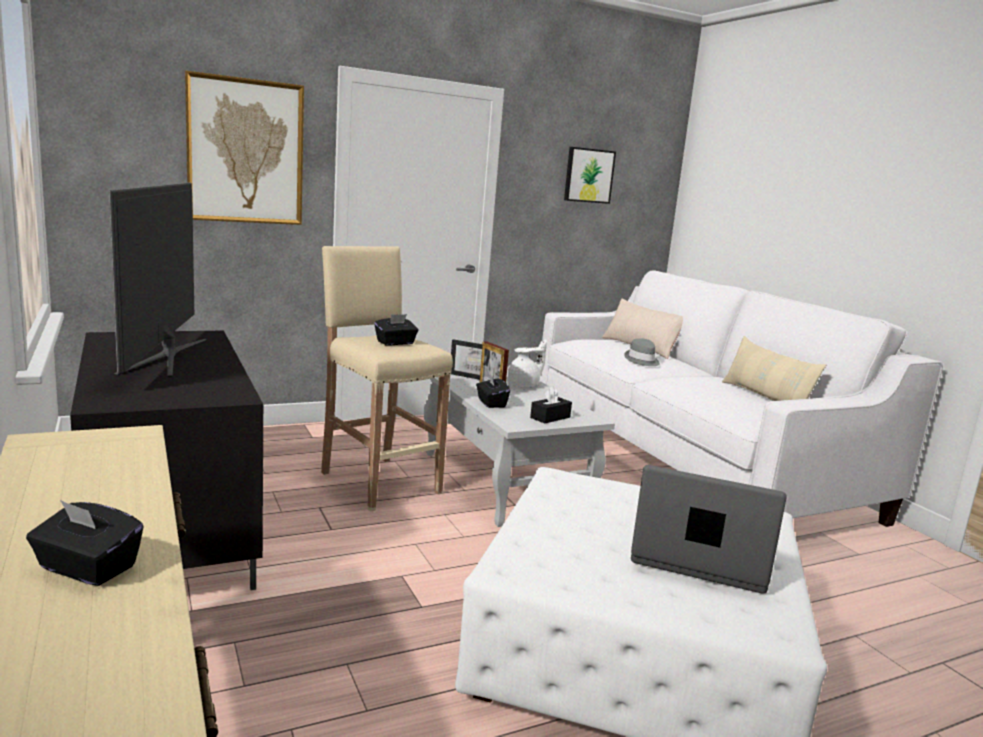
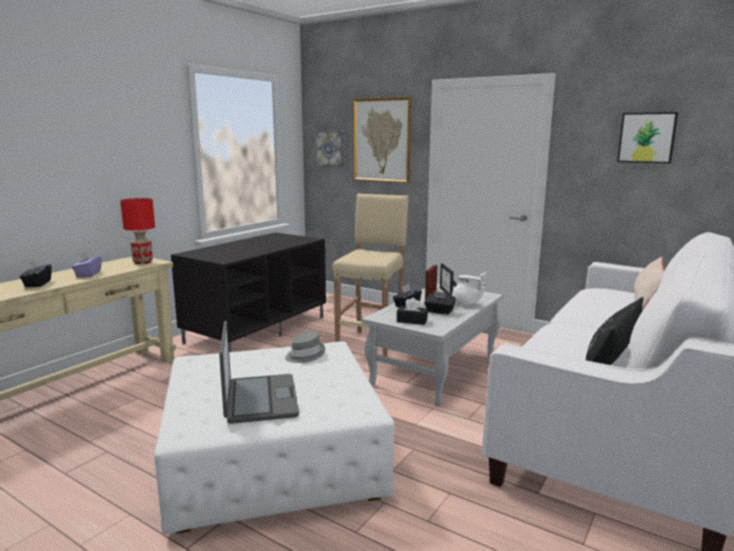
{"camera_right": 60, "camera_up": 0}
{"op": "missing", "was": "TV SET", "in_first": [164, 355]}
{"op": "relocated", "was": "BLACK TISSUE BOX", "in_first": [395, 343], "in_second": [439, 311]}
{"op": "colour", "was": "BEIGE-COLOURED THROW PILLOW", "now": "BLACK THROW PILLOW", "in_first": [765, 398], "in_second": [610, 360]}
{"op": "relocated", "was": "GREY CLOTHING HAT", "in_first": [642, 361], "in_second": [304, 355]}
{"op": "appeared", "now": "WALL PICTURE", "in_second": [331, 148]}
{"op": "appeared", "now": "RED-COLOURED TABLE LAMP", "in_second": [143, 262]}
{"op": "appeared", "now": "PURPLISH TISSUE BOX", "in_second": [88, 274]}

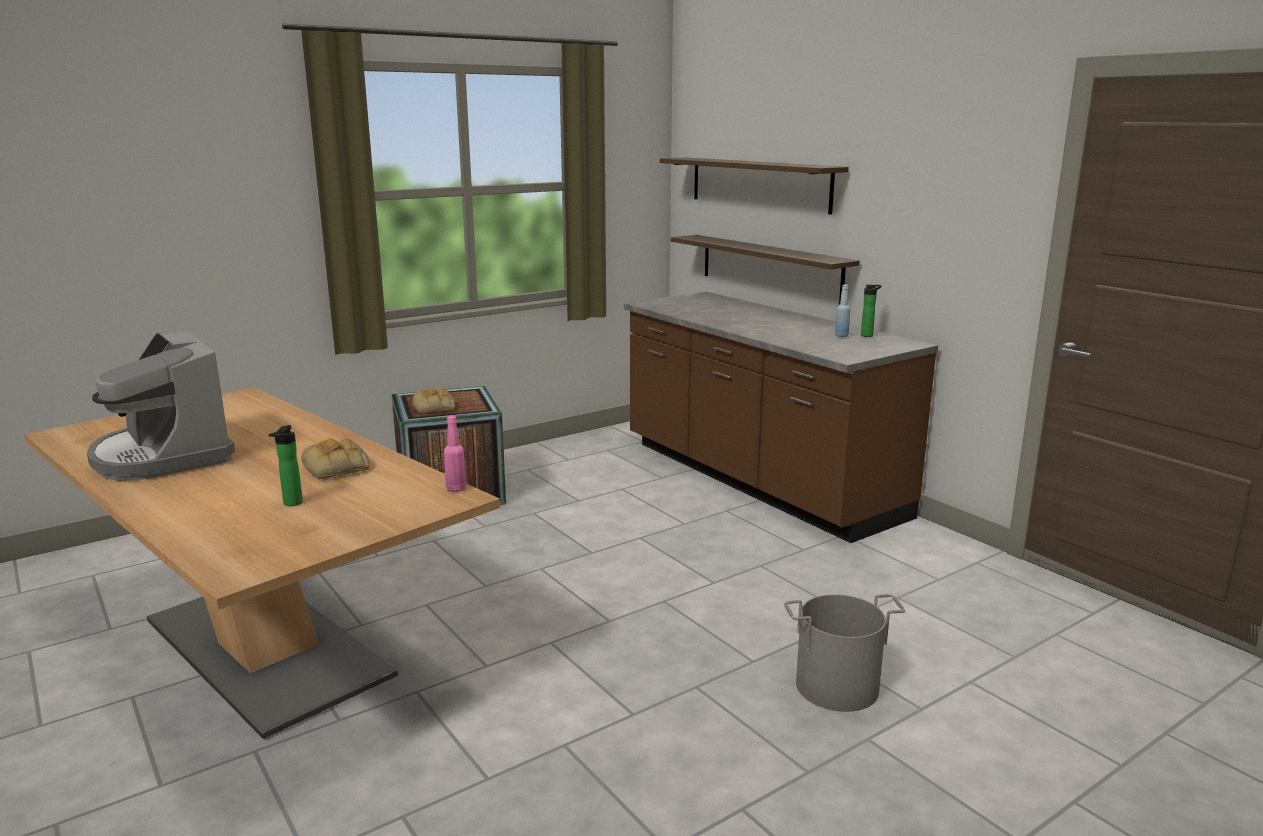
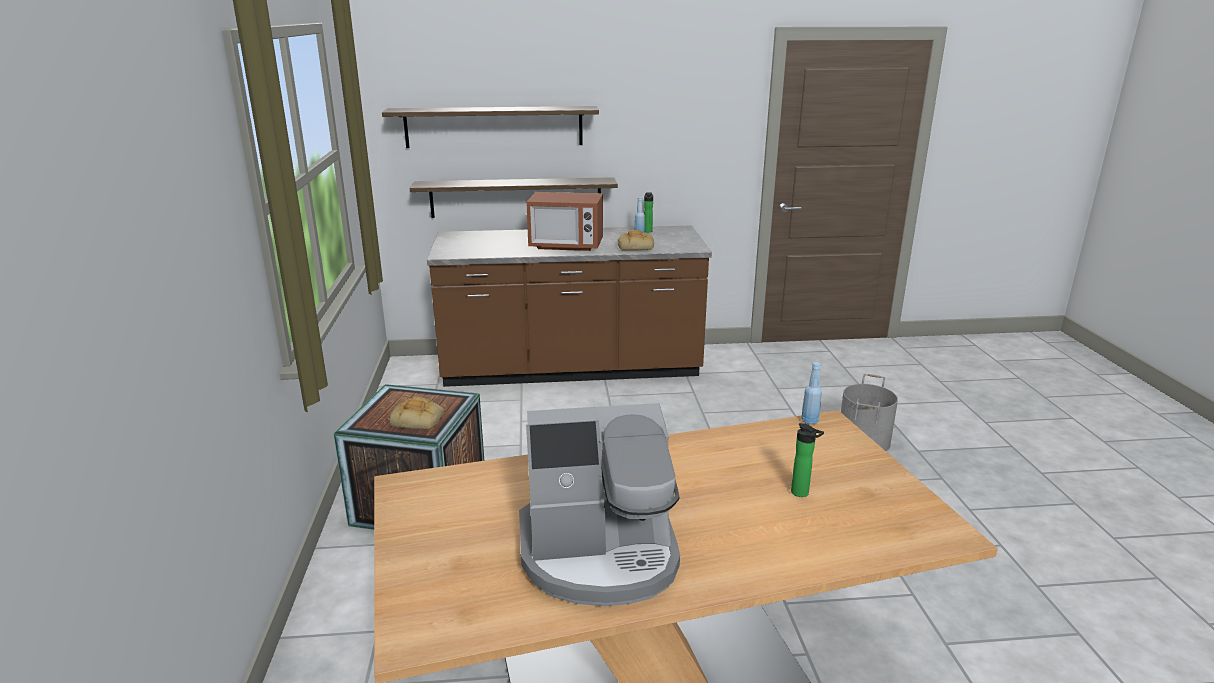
{"camera_right": -60, "camera_up": 5}
{"op": "colour", "was": "PINK-COLOURED BEVERAGE BOTTLE", "now": "BLUE BEVERAGE BOTTLE", "in_first": [456, 489], "in_second": [809, 421]}
{"op": "relocated", "was": "BAKED BREAD", "in_first": [337, 468], "in_second": [636, 246]}
{"op": "appeared", "now": "MICROWAVE", "in_second": [566, 246]}

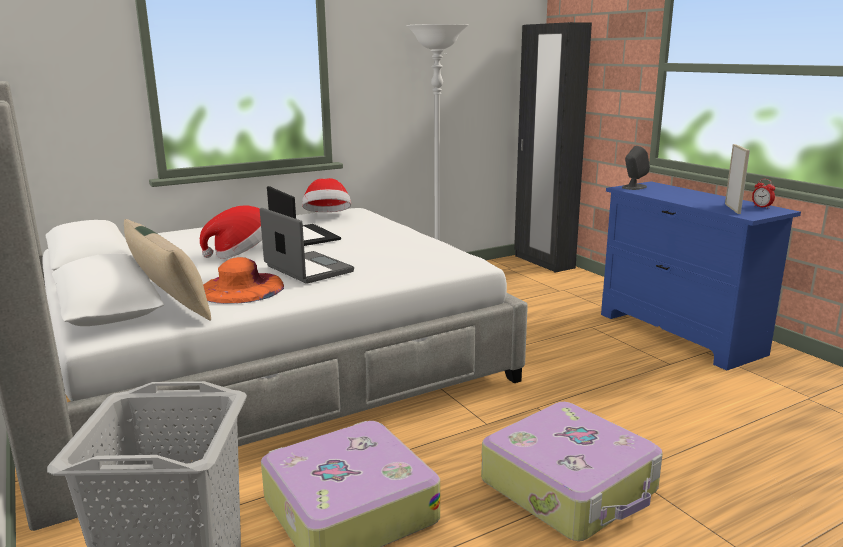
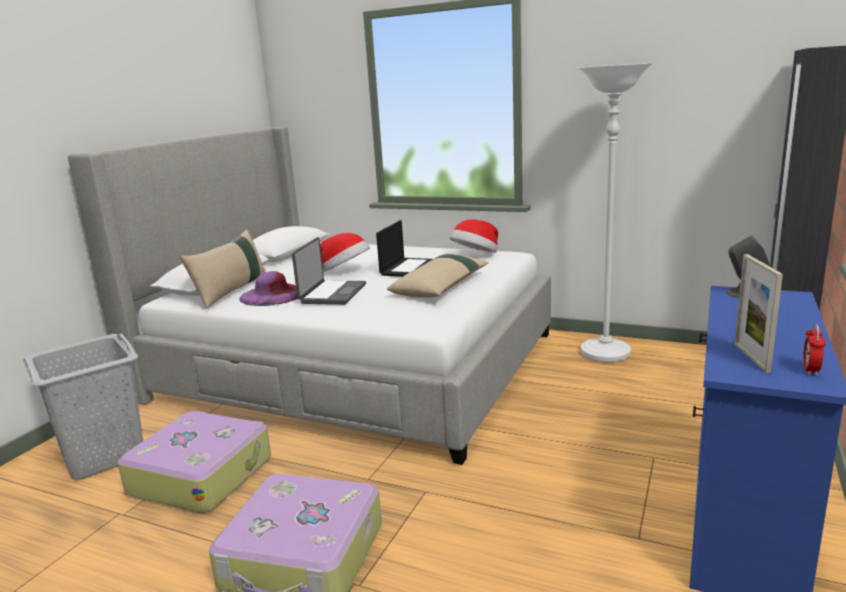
{"camera_right": 55, "camera_up": 0}
{"op": "spun", "was": "PHOTO FRAME", "in_first": [732, 208], "in_second": [751, 357], "clockwise": 120}
{"op": "colour", "was": "ORANGE CLOTHING HAT", "now": "PURPLISH CLOTHING HAT", "in_first": [241, 288], "in_second": [273, 295]}
{"op": "appeared", "now": "BEIGE-COLOURED THROW PILLOW", "in_second": [441, 286]}

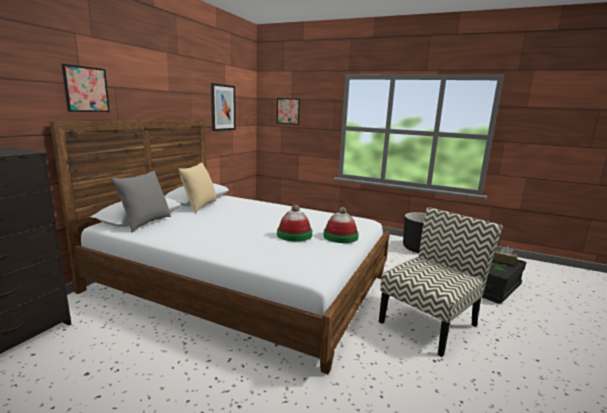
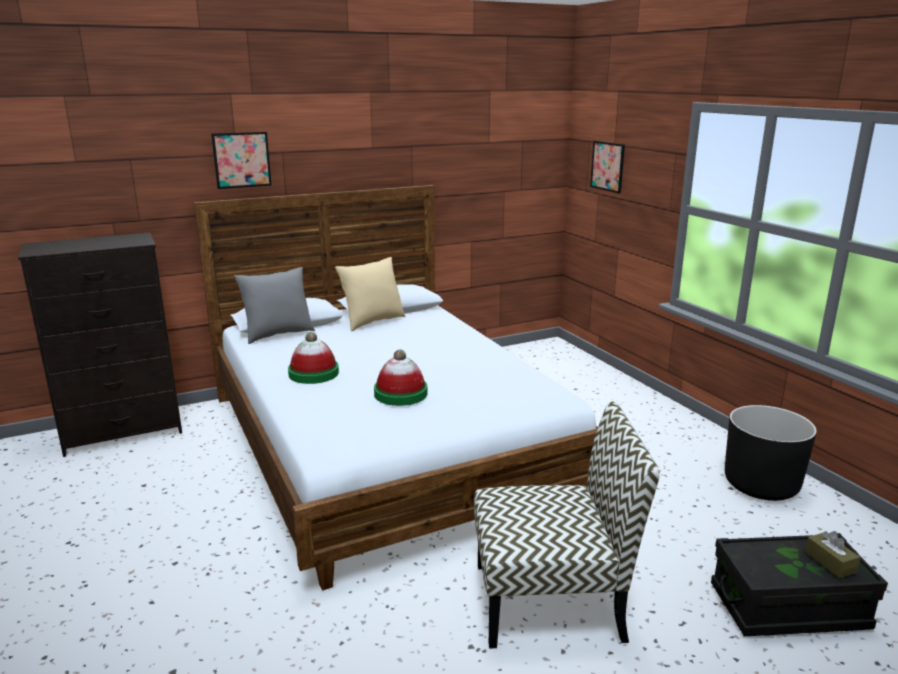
{"camera_right": 40, "camera_up": 5}
{"op": "missing", "was": "WALL PICTURE", "in_first": [223, 107]}
{"op": "relocated", "was": "CLOTHING HAT", "in_first": [340, 236], "in_second": [313, 373]}

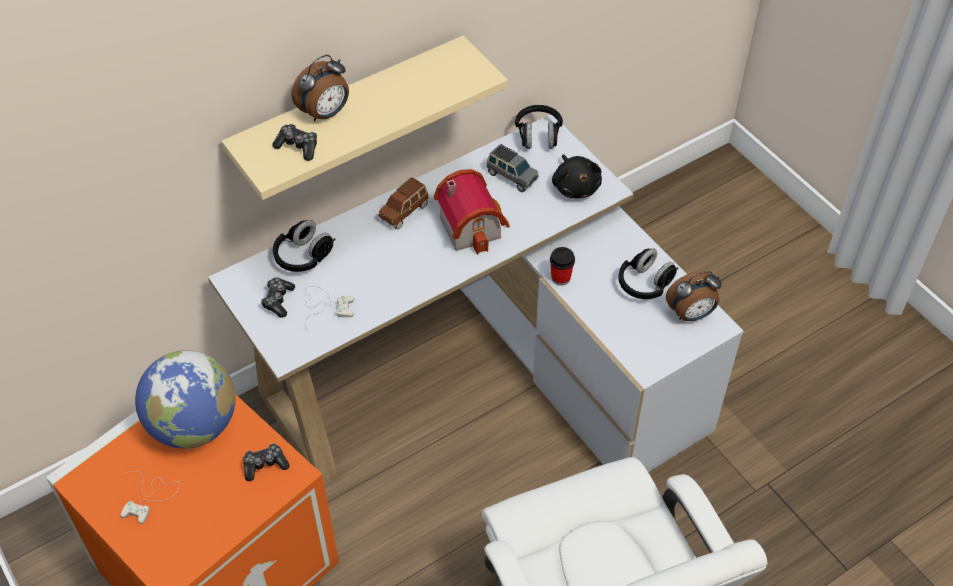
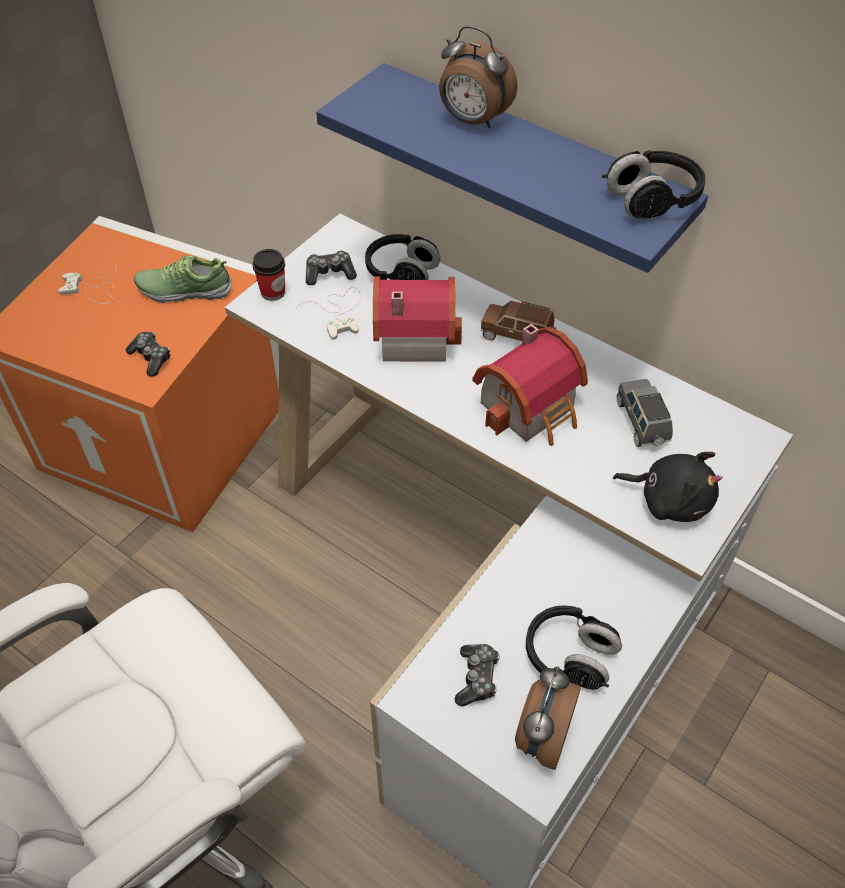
{"camera_right": 70, "camera_up": 0}
{"op": "colour", "was": "BEIGE-COLOURED SHELF", "now": "BLUE SHELF", "in_first": [349, 113], "in_second": [530, 167]}
{"op": "relocated", "was": "BLACK PAIR OF HEADPHONES", "in_first": [538, 136], "in_second": [652, 200]}
{"op": "relocated", "was": "GAMEPAD", "in_first": [298, 147], "in_second": [477, 678]}
{"op": "spun", "was": "GREY MINIATURE CAR", "in_first": [511, 176], "in_second": [642, 423], "clockwise": 150}
{"op": "spun", "was": "BLACK PLUSH TOY", "in_first": [575, 186], "in_second": [670, 499], "clockwise": -120}
{"op": "relocated", "was": "SMALL CUP", "in_first": [560, 278], "in_second": [273, 292]}
{"op": "spun", "was": "TABLE CLOCK", "in_first": [691, 314], "in_second": [541, 737], "clockwise": 60}
{"op": "exchanged", "was": "GLOBE", "now": "SHOE", "in_first": [194, 425], "in_second": [184, 290]}
{"op": "appeared", "now": "TOY HOUSE", "in_second": [412, 334]}

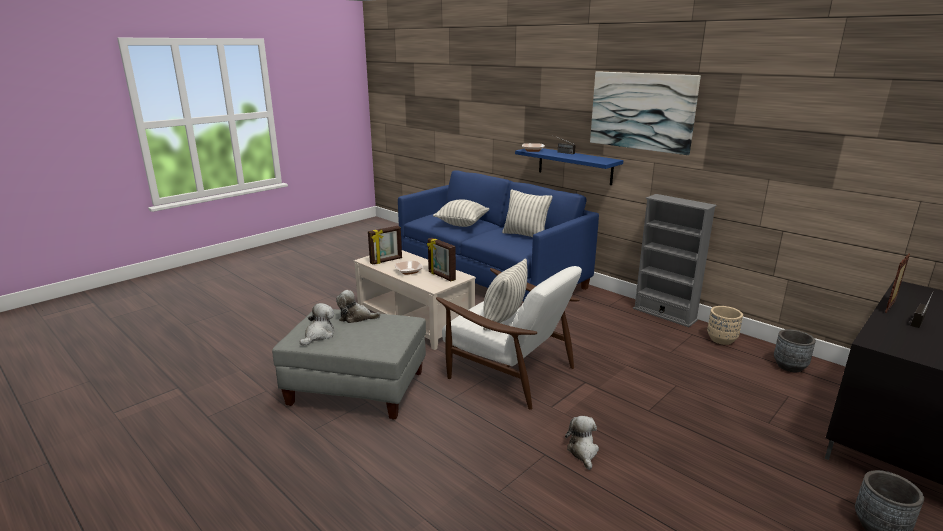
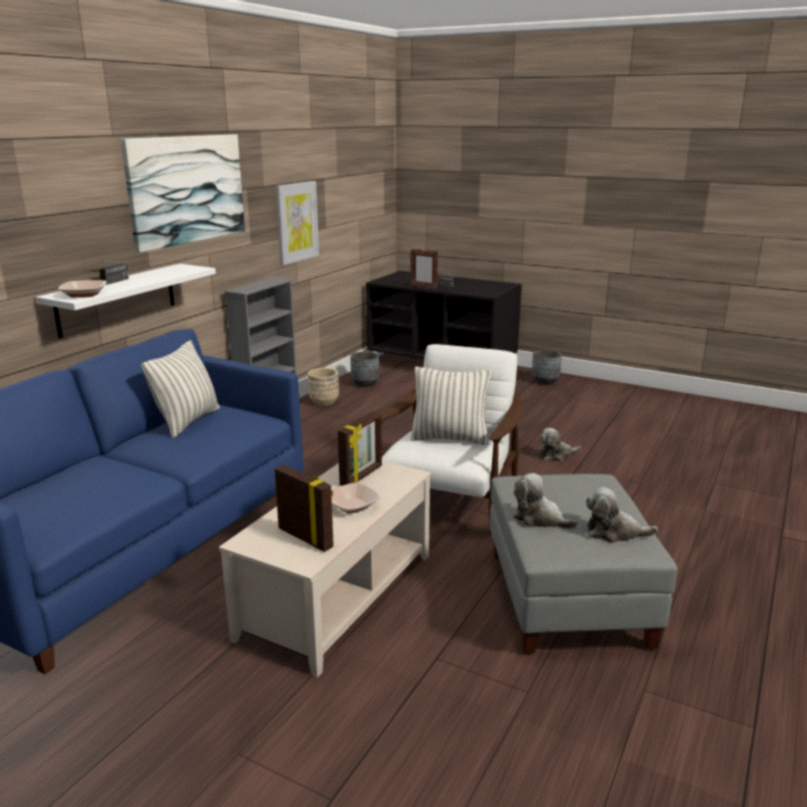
{"camera_right": -105, "camera_up": 0}
{"op": "colour", "was": "BLUE SHELF", "now": "WHITISH SHELF", "in_first": [574, 165], "in_second": [117, 299]}
{"op": "missing", "was": "THROW PILLOW", "in_first": [462, 224]}
{"op": "spun", "was": "PLUSH TOY", "in_first": [356, 317], "in_second": [539, 518], "clockwise": 135}
{"op": "appeared", "now": "WALL PICTURE", "in_second": [296, 222]}

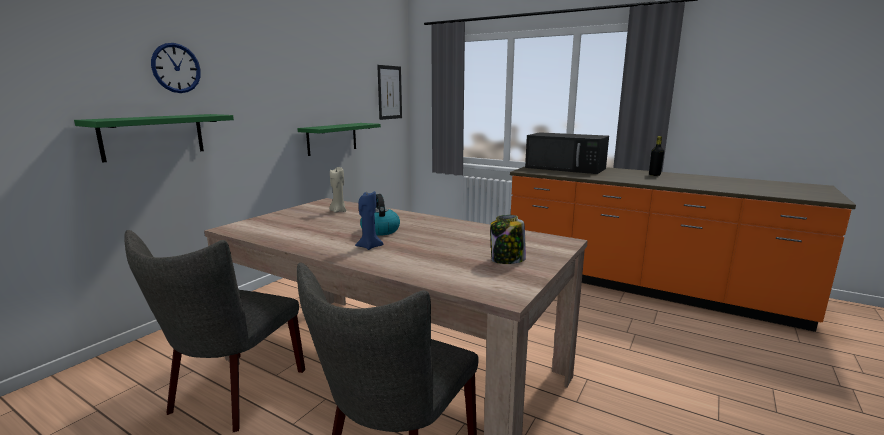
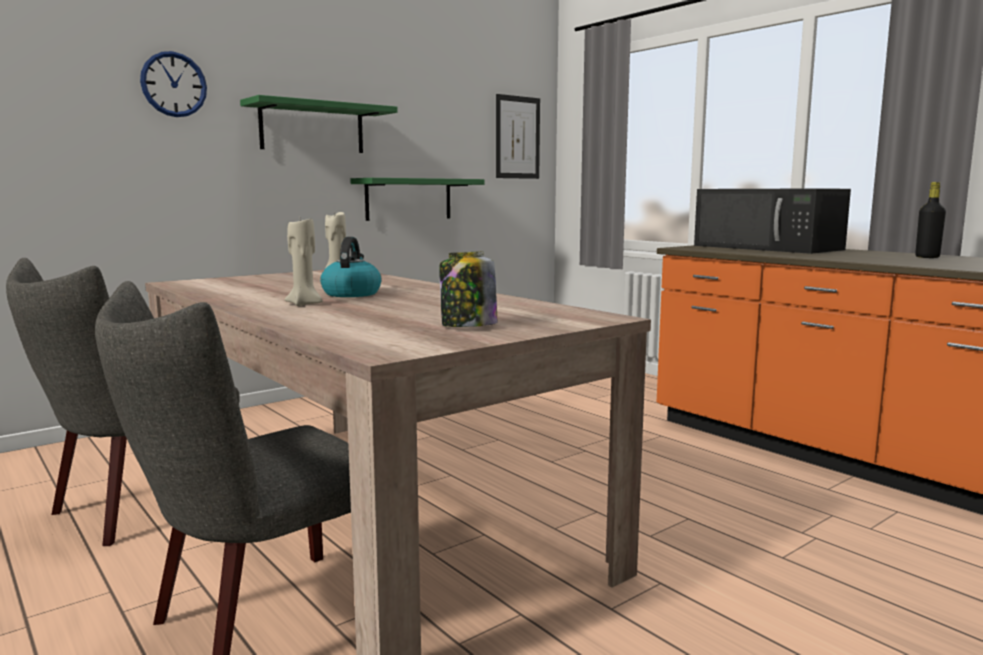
{"camera_right": 20, "camera_up": -5}
{"op": "relocated", "was": "GREEN-COLOURED SHELF", "in_first": [153, 136], "in_second": [312, 128]}
{"op": "colour", "was": "BLUE CANDLE", "now": "BEIGE-COLOURED CANDLE", "in_first": [369, 246], "in_second": [304, 304]}

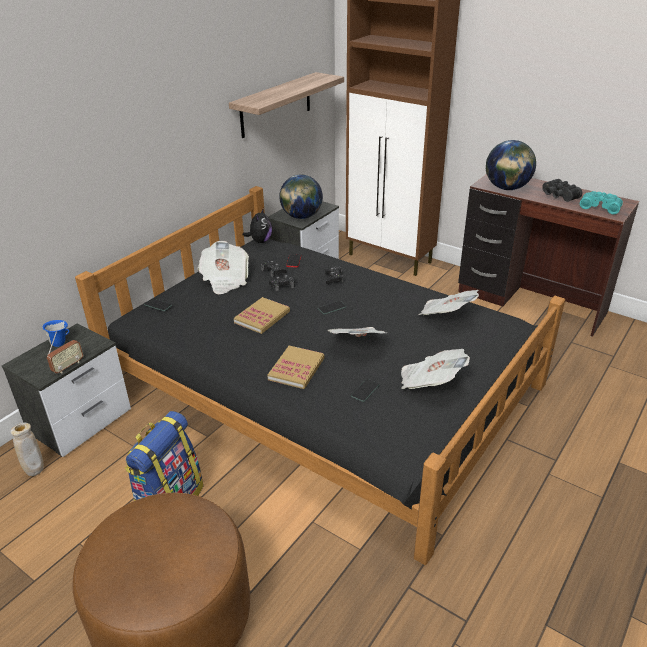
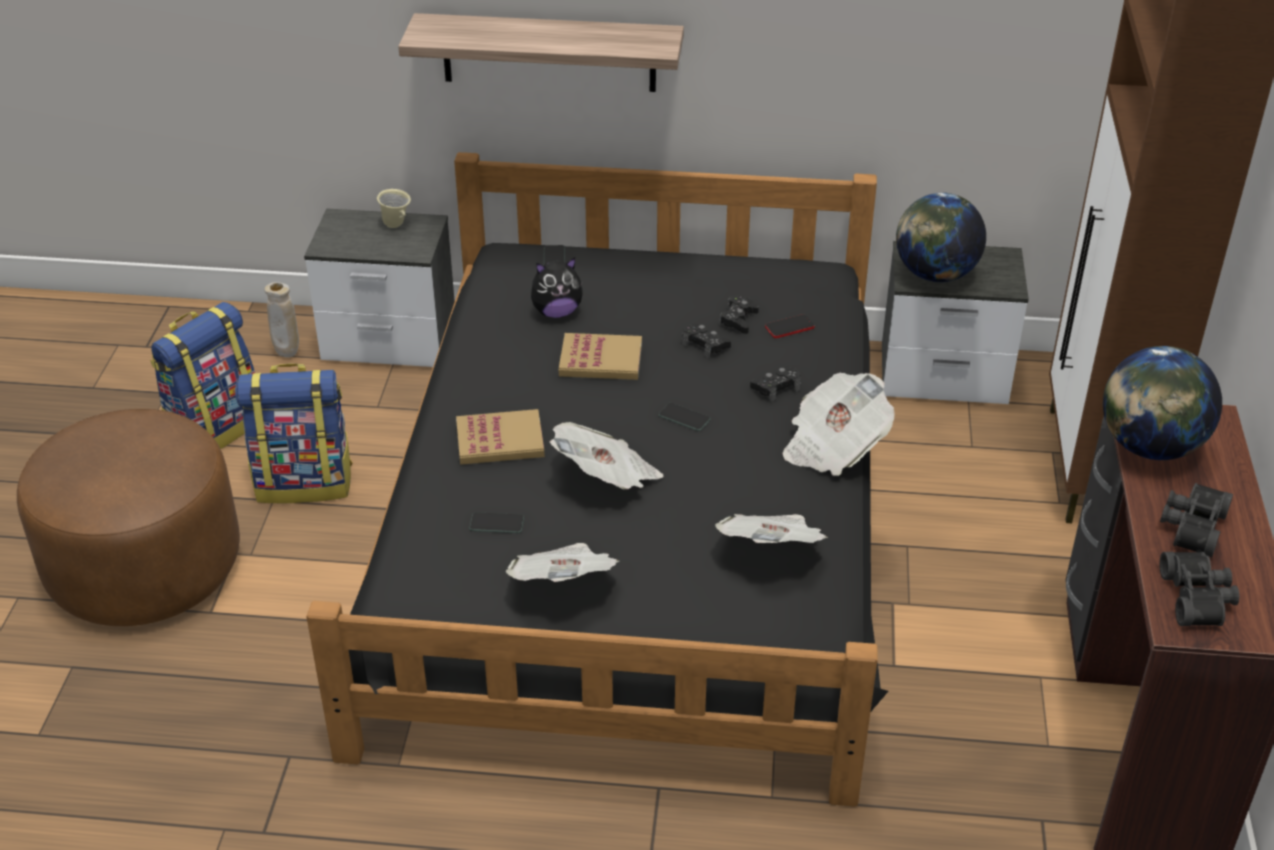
{"camera_right": 60, "camera_up": 5}
{"op": "relocated", "was": "SHELF", "in_first": [276, 105], "in_second": [549, 52]}
{"op": "colour", "was": "BLUE-GREEN PAIR OF BINOCULARS", "now": "BLACK PAIR OF BINOCULARS", "in_first": [600, 207], "in_second": [1198, 598]}
{"op": "relocated", "was": "PLUSH TOY", "in_first": [260, 241], "in_second": [556, 312]}
{"op": "relocated", "was": "DAILY PAPER", "in_first": [225, 280], "in_second": [833, 446]}
{"op": "colour", "was": "BLUE TEA MUG", "now": "BEIGE-COLOURED TEA MUG", "in_first": [60, 343], "in_second": [396, 225]}
{"op": "missing", "was": "RADIO RECEIVER", "in_first": [68, 366]}
{"op": "appeared", "now": "RUCKSACK", "in_second": [215, 428]}

